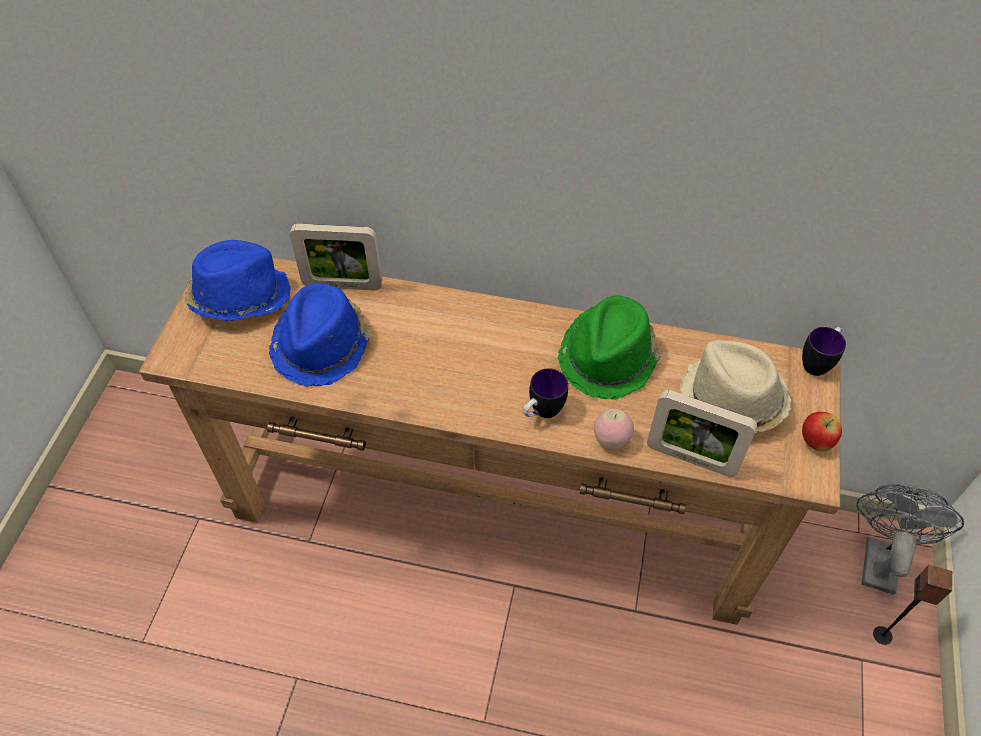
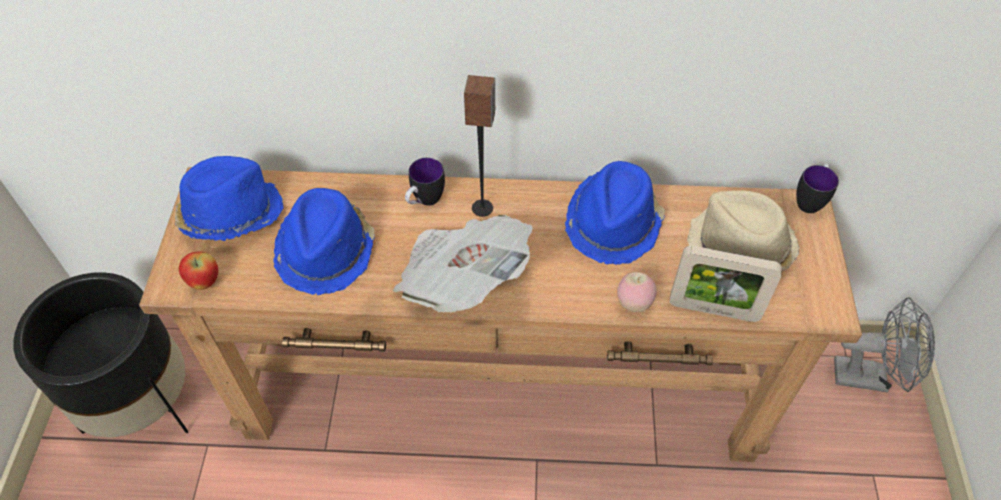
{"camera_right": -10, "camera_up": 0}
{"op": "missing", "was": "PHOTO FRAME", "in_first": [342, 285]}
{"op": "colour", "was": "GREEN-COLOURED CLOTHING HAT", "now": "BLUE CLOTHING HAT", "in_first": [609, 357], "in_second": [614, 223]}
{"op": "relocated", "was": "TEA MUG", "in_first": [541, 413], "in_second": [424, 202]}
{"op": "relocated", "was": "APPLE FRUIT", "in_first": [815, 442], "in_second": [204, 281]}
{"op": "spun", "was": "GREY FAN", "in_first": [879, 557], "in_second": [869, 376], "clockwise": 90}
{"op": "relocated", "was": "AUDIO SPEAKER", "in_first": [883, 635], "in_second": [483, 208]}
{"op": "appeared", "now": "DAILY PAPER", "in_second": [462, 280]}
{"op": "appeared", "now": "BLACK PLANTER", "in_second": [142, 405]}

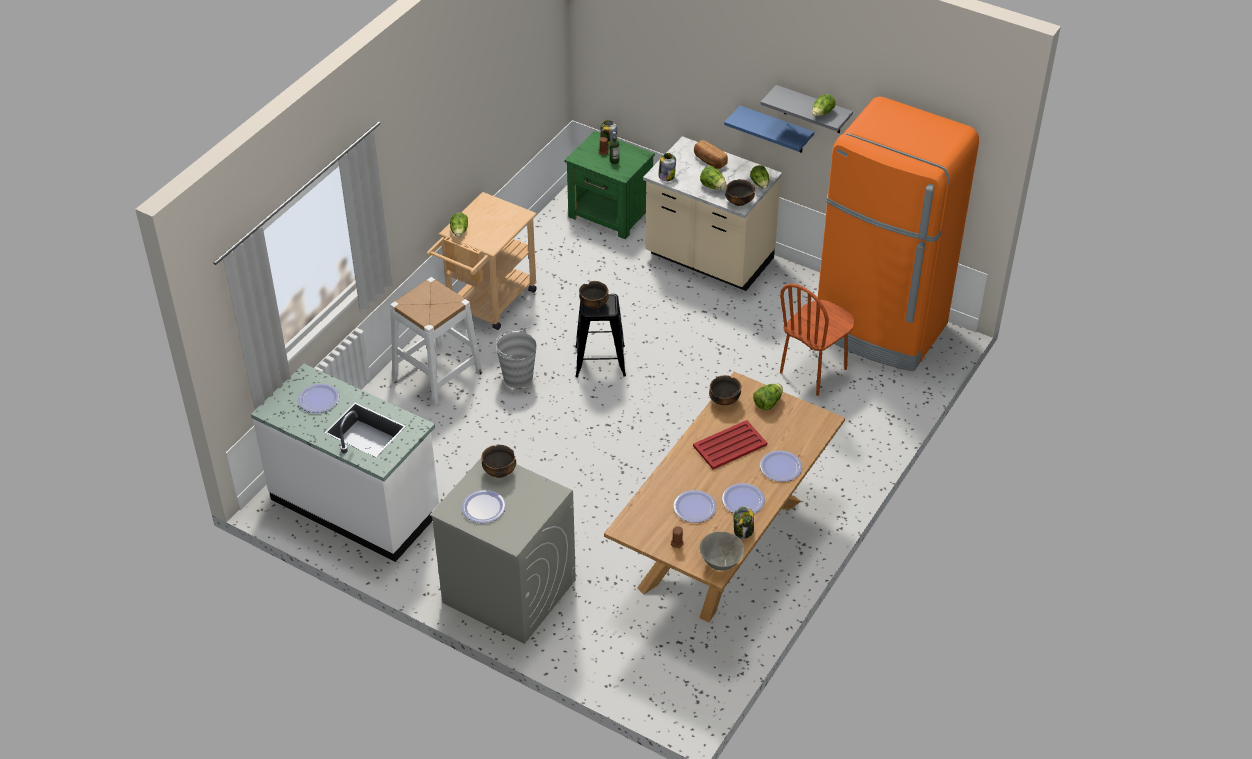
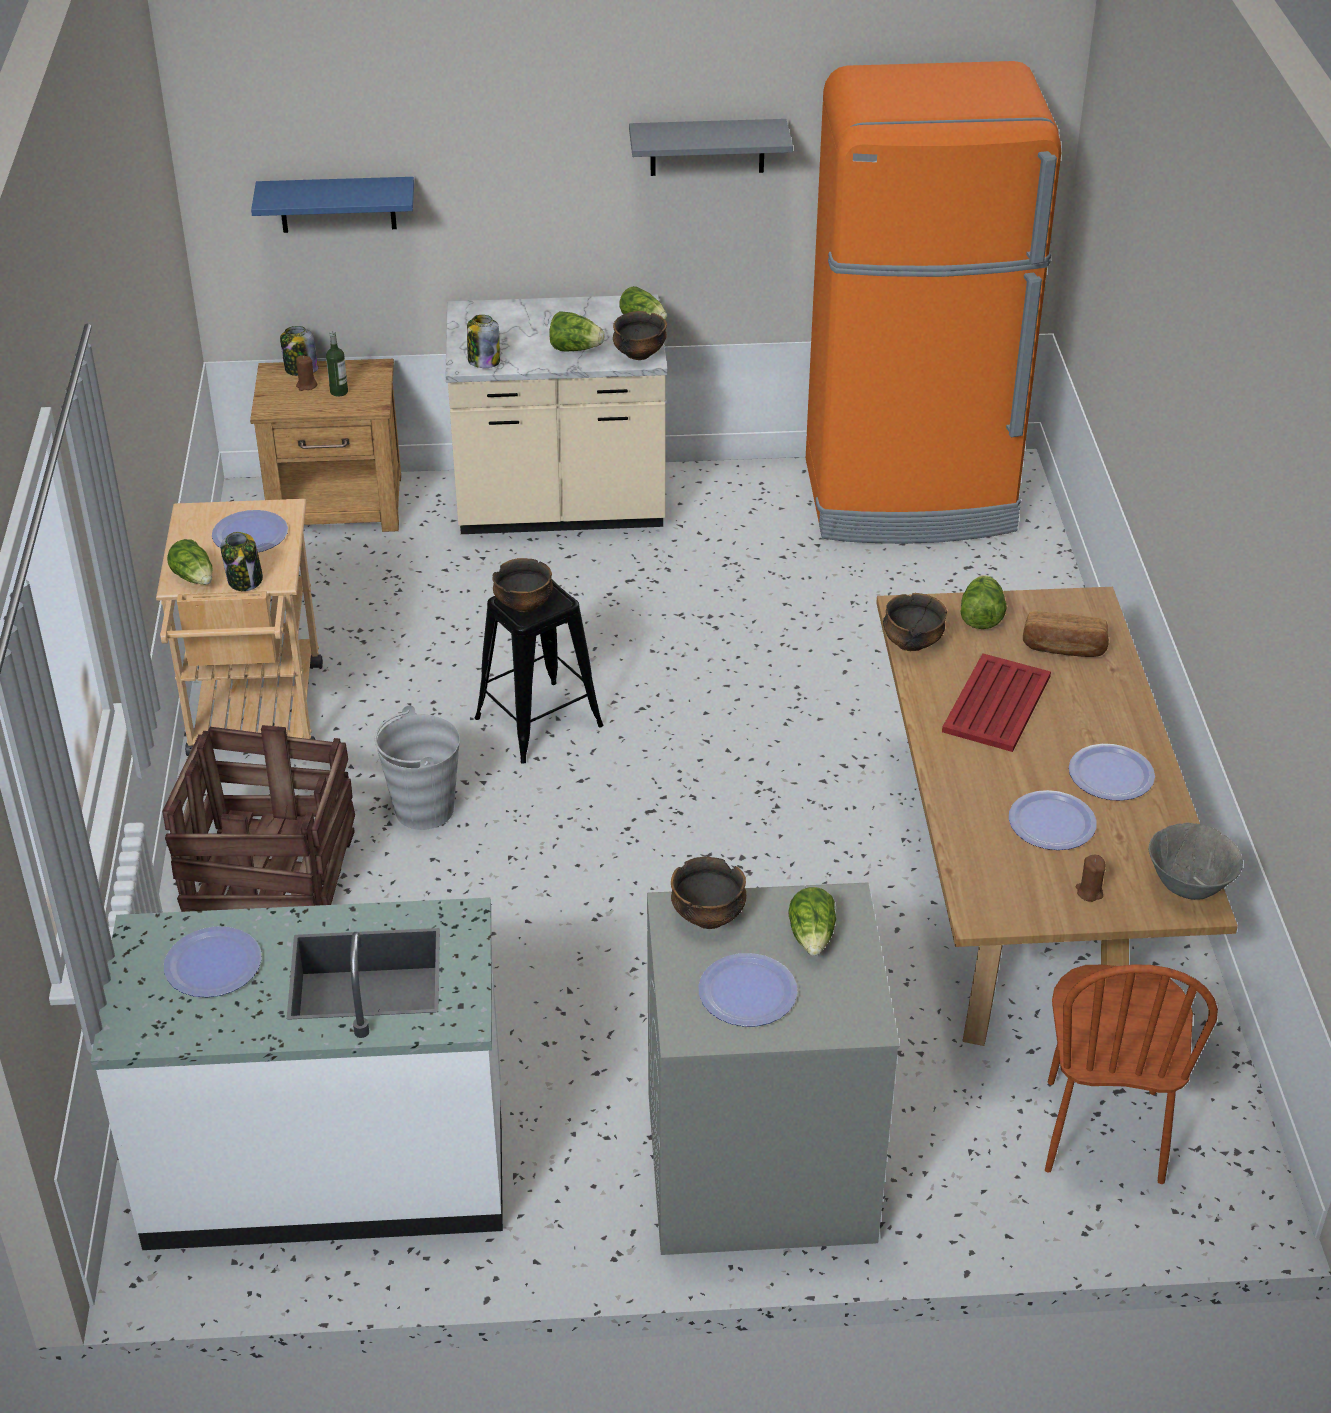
{"camera_right": -35, "camera_up": -5}
{"op": "relocated", "was": "LETTUCE HEAD", "in_first": [822, 113], "in_second": [812, 936]}
{"op": "relocated", "was": "BLUE SHELF", "in_first": [775, 130], "in_second": [337, 204]}
{"op": "colour", "was": "GREEN-COLOURED BEDSIDE TABLE", "now": "BROWN-COLOURED BEDSIDE TABLE", "in_first": [611, 214], "in_second": [338, 505]}
{"op": "relocated", "was": "BAKED BREAD", "in_first": [709, 161], "in_second": [1063, 648]}
{"op": "exchanged", "was": "WHITISH SITTING STOOL", "now": "SHIPPING CRATE", "in_first": [437, 374], "in_second": [271, 869]}
{"op": "relocated", "was": "BROWN-COLOURED UPRIGHT CHAIR", "in_first": [813, 371], "in_second": [1102, 1131]}
{"op": "relocated", "was": "PLATE", "in_first": [780, 467], "in_second": [250, 534]}
{"op": "relocated", "was": "PRESERVE JAR", "in_first": [743, 531], "in_second": [245, 580]}

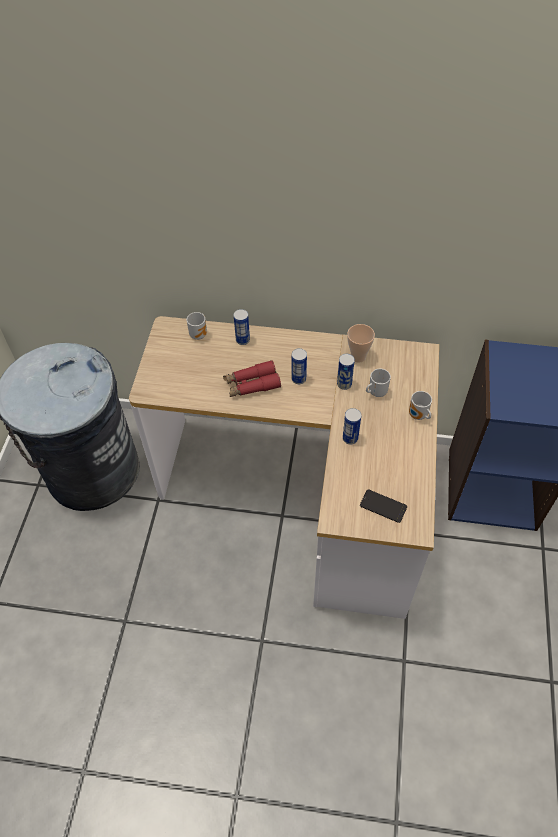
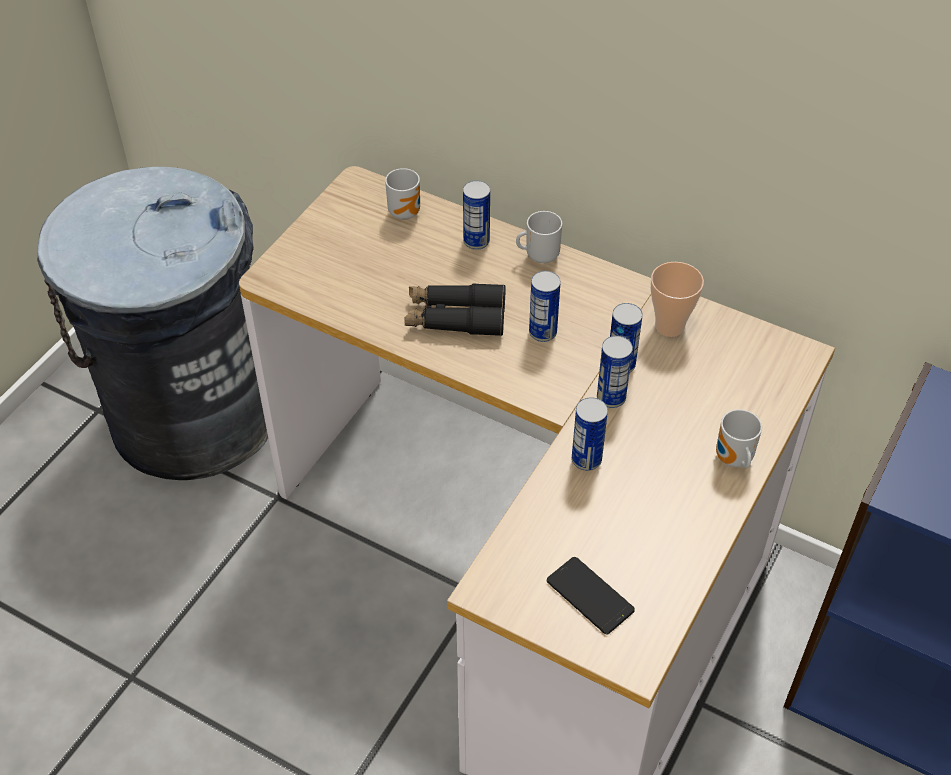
{"camera_right": 20, "camera_up": -5}
{"op": "colour", "was": "RED-COLOURED PAIR OF BINOCULARS", "now": "BLACK PAIR OF BINOCULARS", "in_first": [251, 384], "in_second": [455, 318]}
{"op": "relocated", "was": "TEA MUG", "in_first": [376, 392], "in_second": [539, 256]}
{"op": "appeared", "now": "CAN", "in_second": [611, 398]}

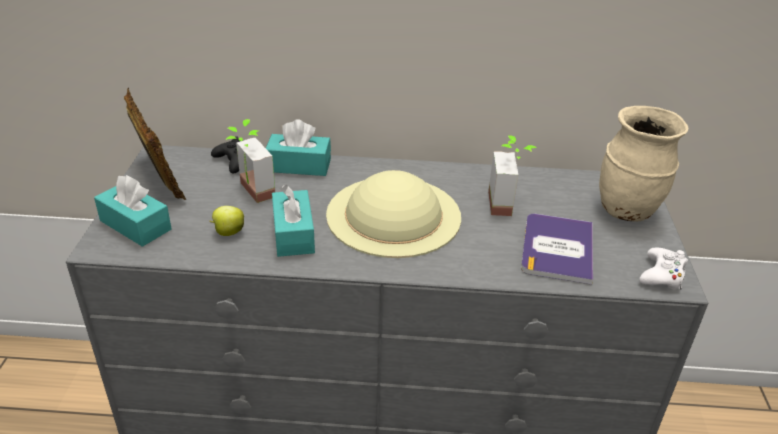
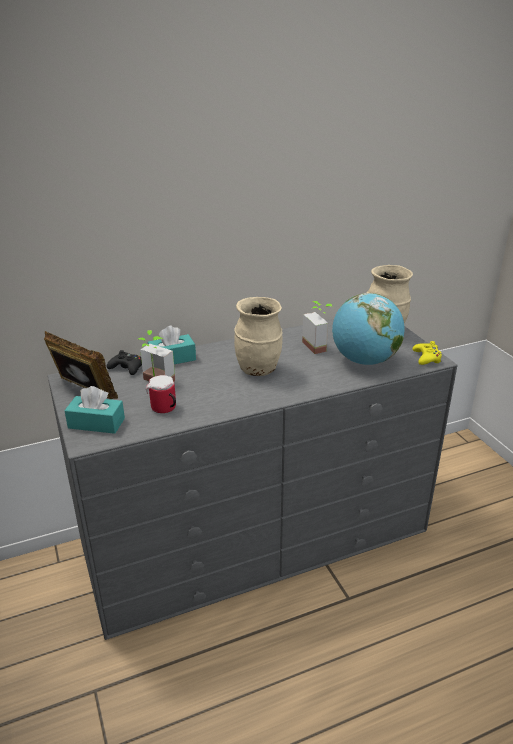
{"camera_right": -25, "camera_up": -5}
{"op": "exchanged", "was": "BEIGE-COLOURED CLOTHING HAT", "now": "BEIGE-COLOURED VASE", "in_first": [393, 215], "in_second": [258, 370]}
{"op": "missing", "was": "BLUE-GREEN TISSUE BOX", "in_first": [293, 234]}
{"op": "exchanged", "was": "APPLE FRUIT", "now": "TEA MUG", "in_first": [228, 232], "in_second": [165, 409]}
{"op": "exchanged", "was": "BOUND BOOK", "now": "GLOBE", "in_first": [557, 248], "in_second": [364, 361]}
{"op": "colour", "was": "WHITISH GAMEPAD", "now": "YELLOW GAMEPAD", "in_first": [662, 275], "in_second": [426, 358]}

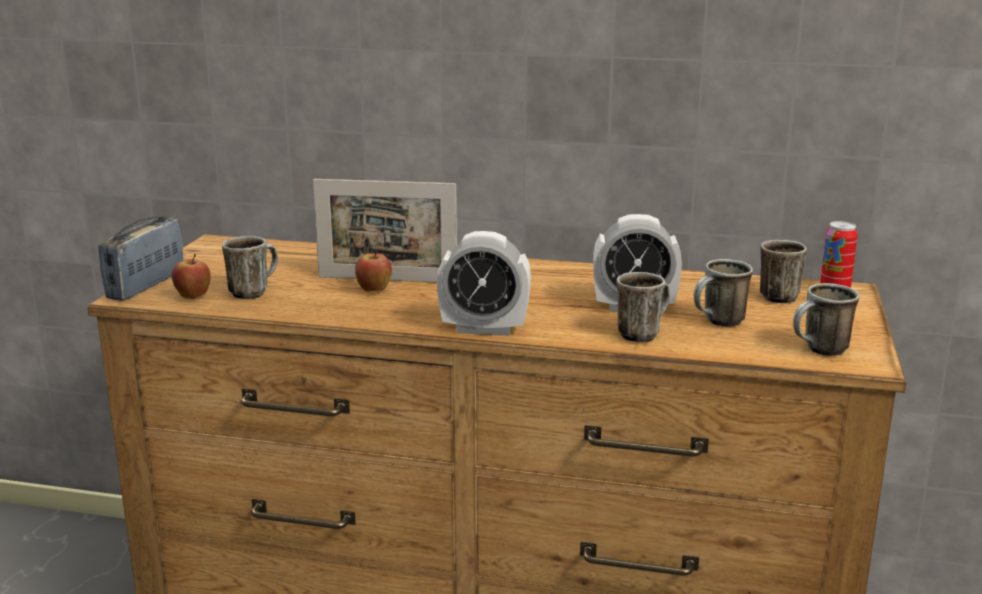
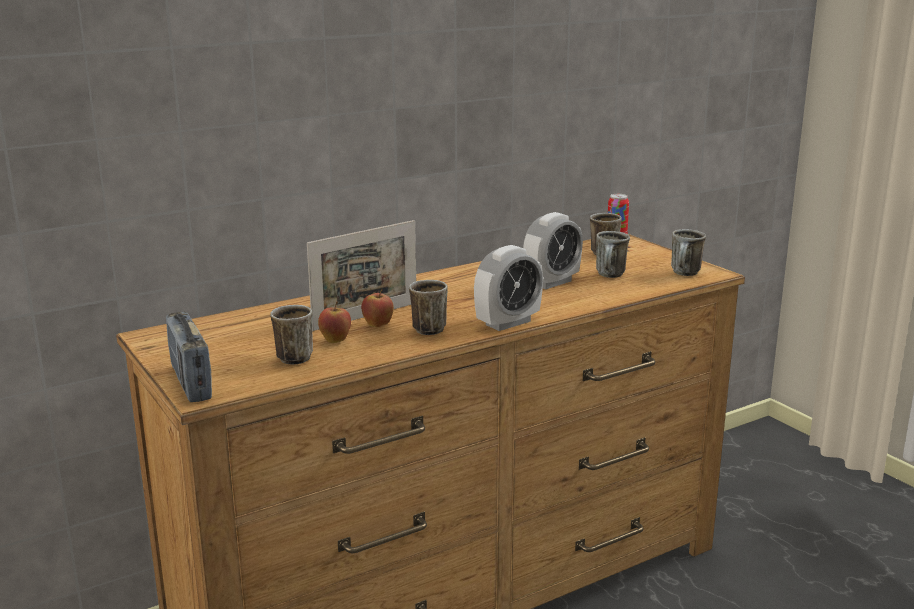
{"camera_right": -45, "camera_up": 0}
{"op": "relocated", "was": "APPLE FRUIT", "in_first": [193, 297], "in_second": [335, 341]}
{"op": "relocated", "was": "TEA MUG", "in_first": [641, 333], "in_second": [428, 328]}

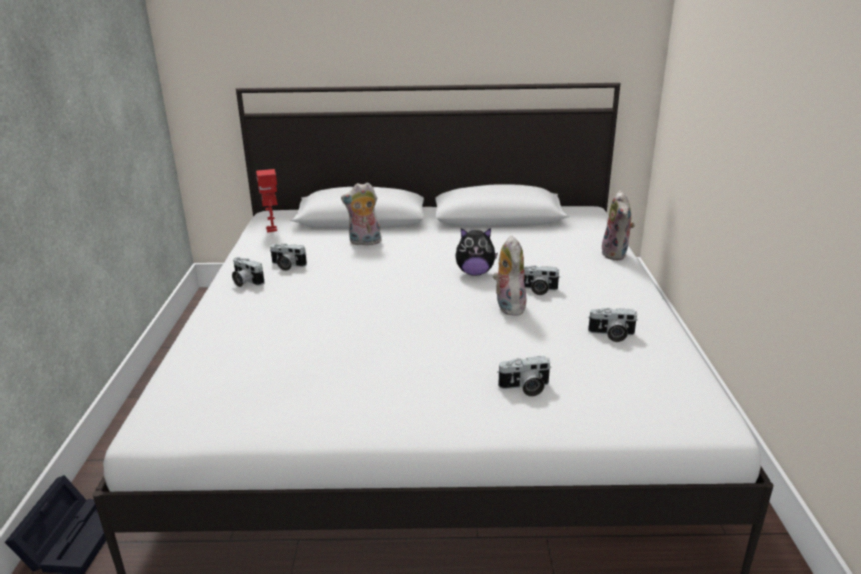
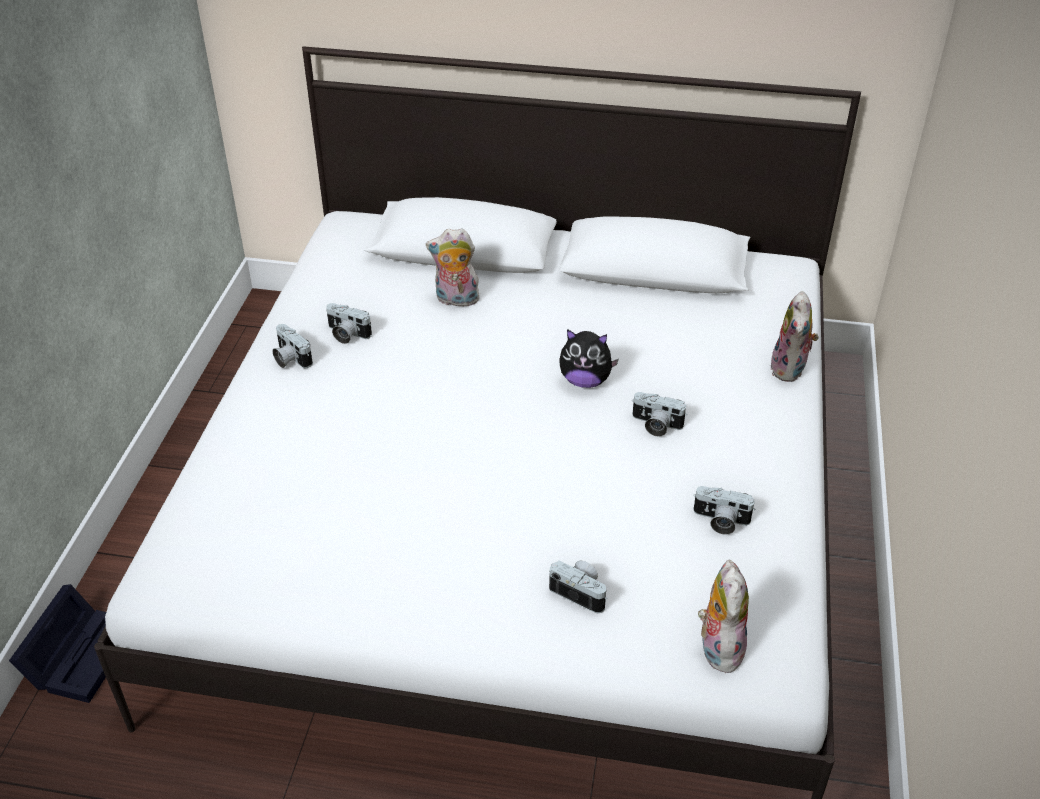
{"camera_right": 10, "camera_up": 15}
{"op": "missing", "was": "MODEL ROBOT", "in_first": [272, 229]}
{"op": "relocated", "was": "PLUSH TOY", "in_first": [508, 306], "in_second": [718, 646]}
{"op": "spun", "was": "STILL CAMERA", "in_first": [525, 388], "in_second": [581, 592], "clockwise": -150}

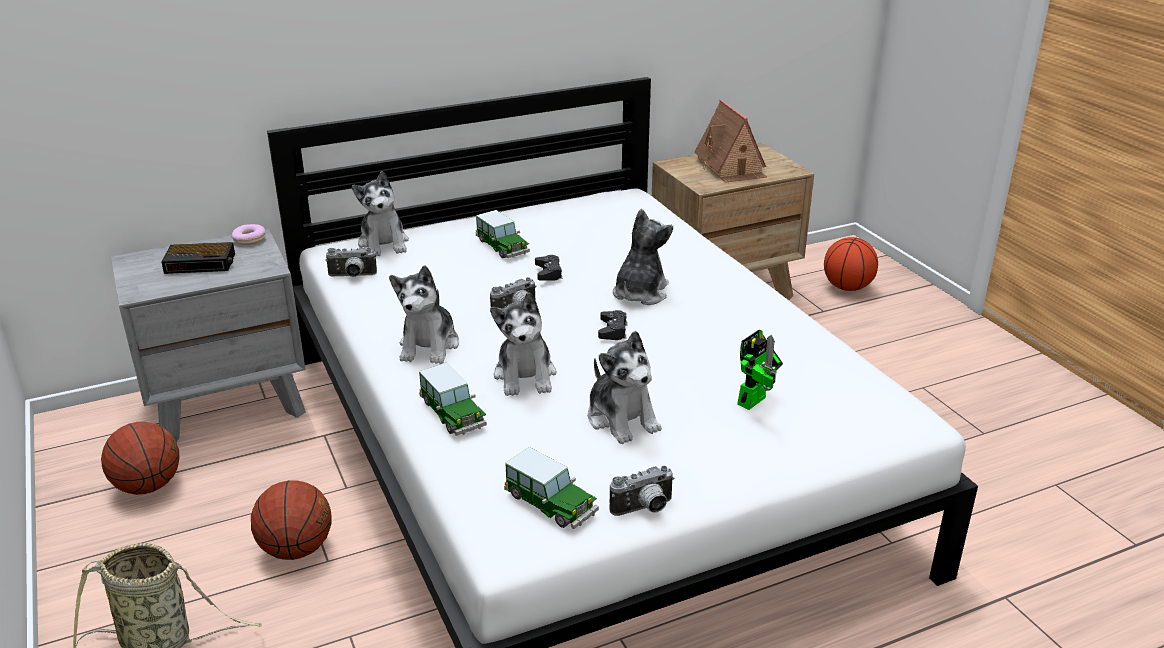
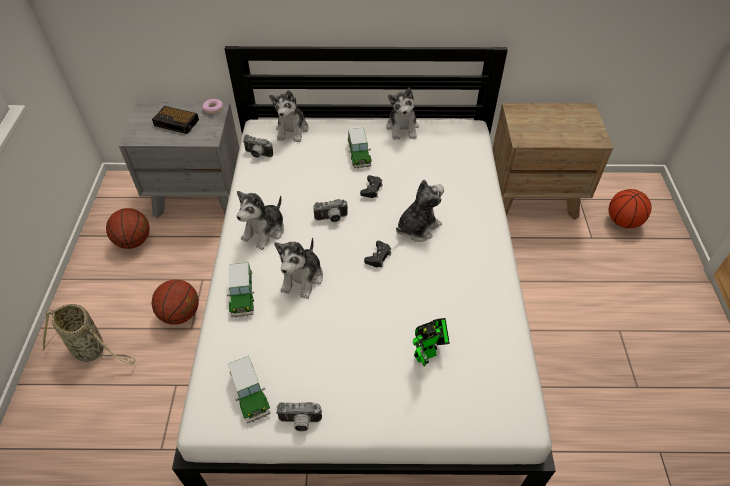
{"camera_right": 25, "camera_up": 20}
{"op": "missing", "was": "TOY HOUSE", "in_first": [731, 167]}
{"op": "relocated", "was": "PLUSH TOY", "in_first": [622, 419], "in_second": [402, 128]}

